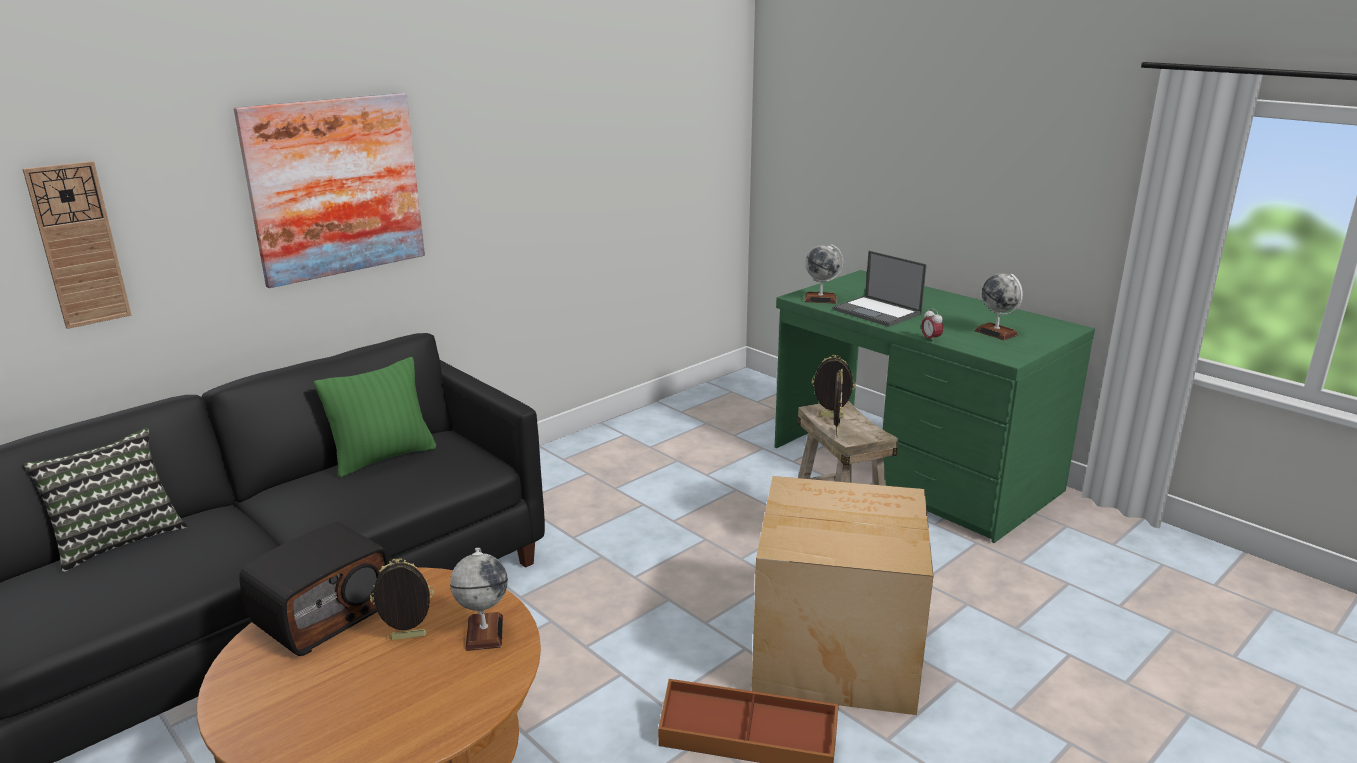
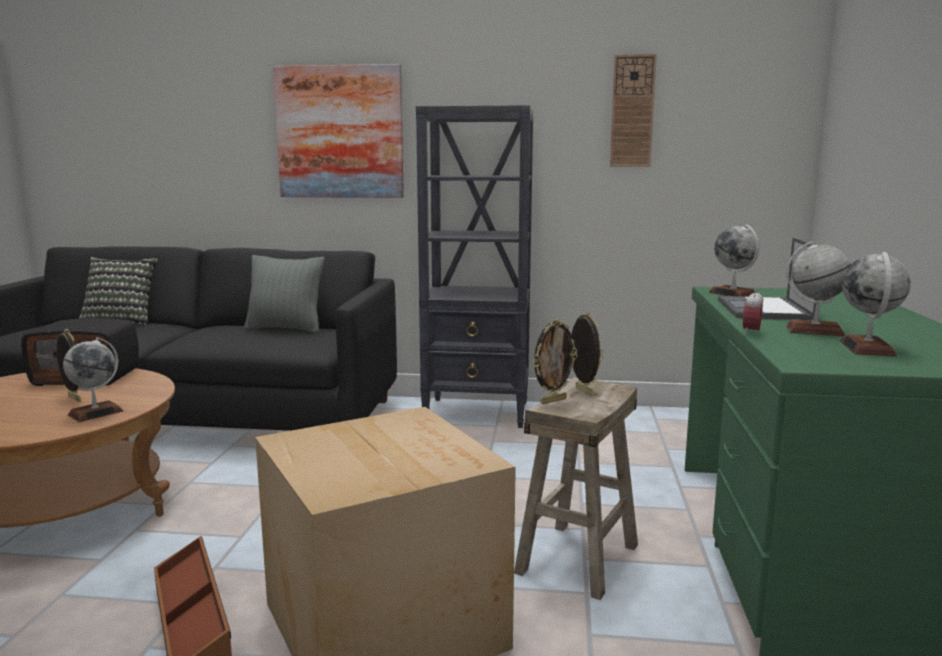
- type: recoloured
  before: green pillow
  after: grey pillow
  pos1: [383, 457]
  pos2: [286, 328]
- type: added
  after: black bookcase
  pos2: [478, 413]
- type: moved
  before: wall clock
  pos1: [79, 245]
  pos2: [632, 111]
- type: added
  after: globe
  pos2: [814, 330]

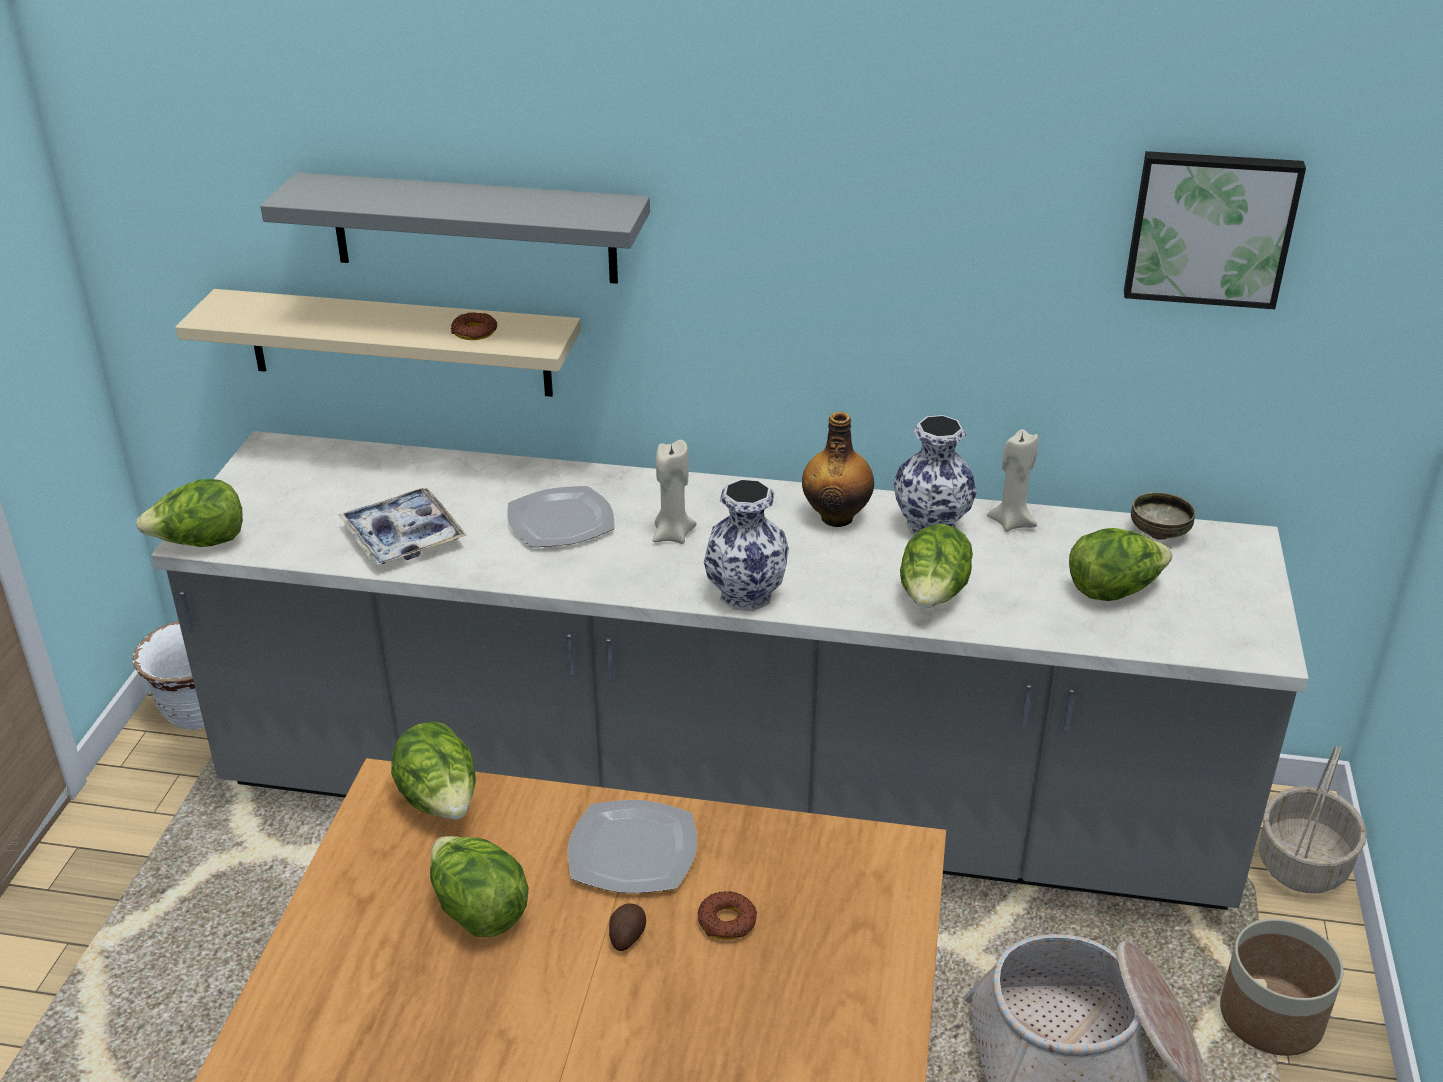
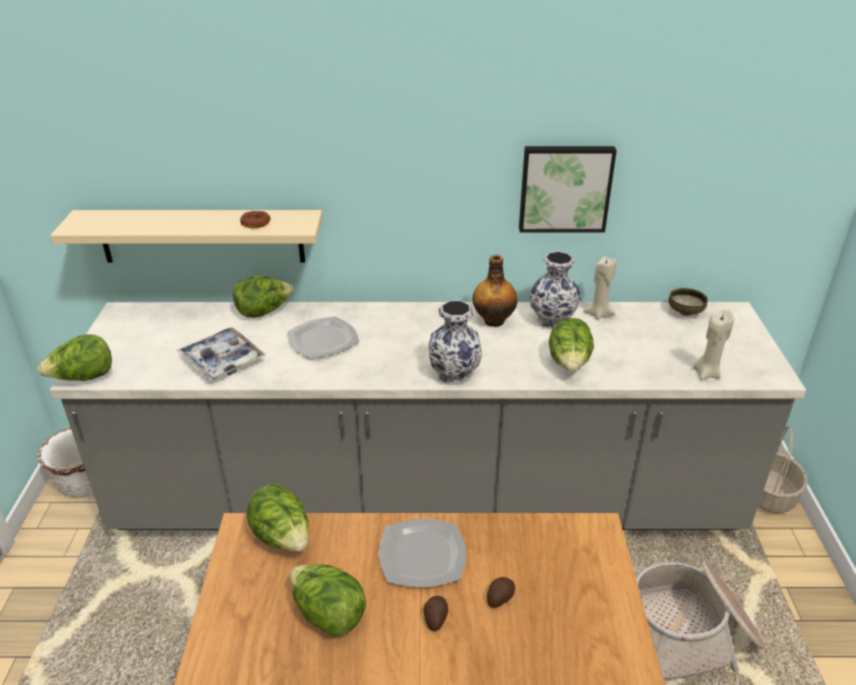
- type: moved
  before: lettuce
  pos1: [1113, 590]
  pos2: [263, 312]
- type: replaced
  before: donut
  after: potato
  pos1: [727, 921]
  pos2: [499, 597]
- type: moved
  before: picture
  pos1: [1210, 227]
  pos2: [565, 188]
- type: moved
  before: beige candle
  pos1: [672, 535]
  pos2: [707, 373]
- type: removed
  before: grey shelf
  pos1: [474, 228]
- type: removed
  before: planter
  pos1: [1272, 1016]

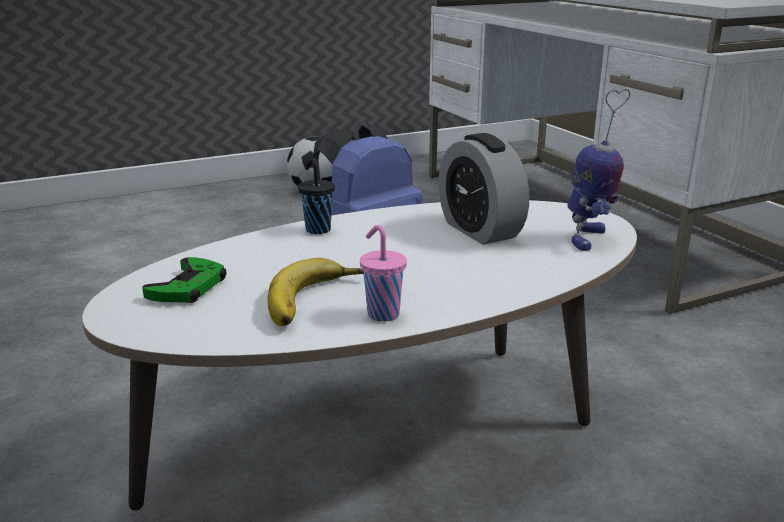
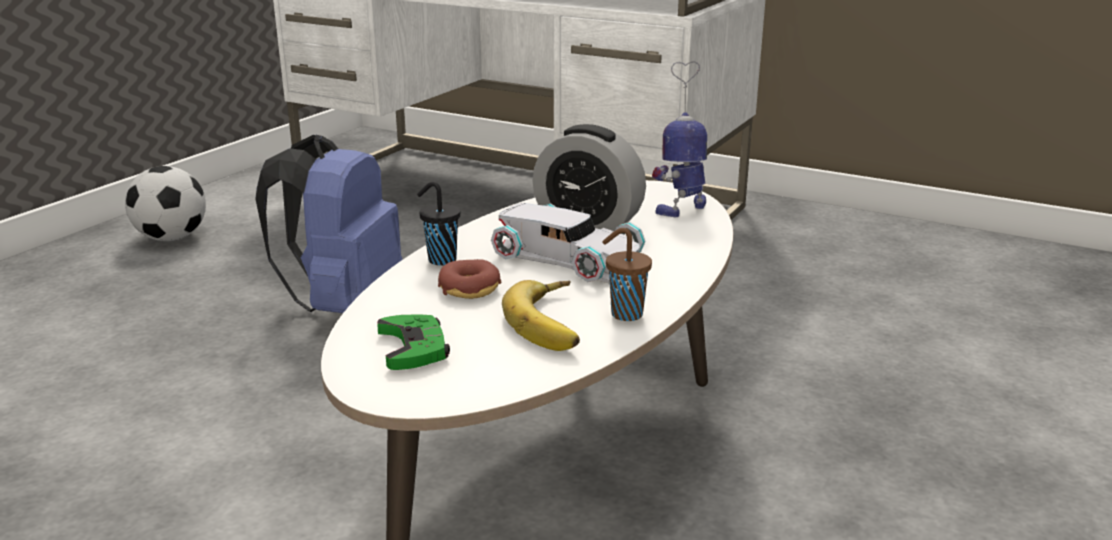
- type: added
  after: donut
  pos2: [469, 288]
- type: added
  after: white toy car
  pos2: [568, 257]
- type: recoloured
  before: pink cup
  after: brown cup
  pos1: [382, 313]
  pos2: [624, 314]
- type: turned
  before: toy robot
  pos1: [588, 239]
  pos2: [683, 208]
  turn: -120

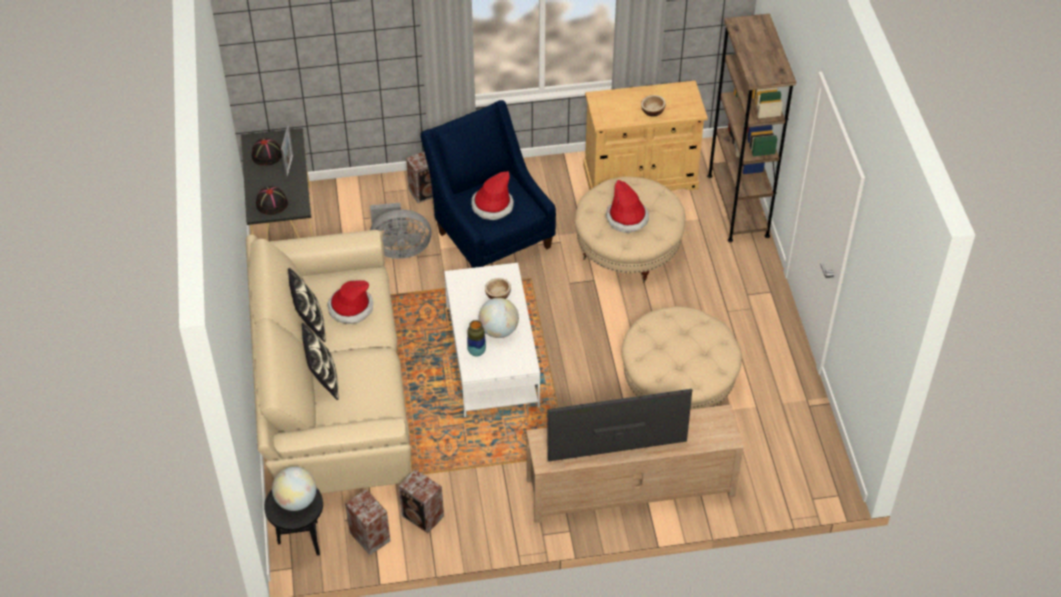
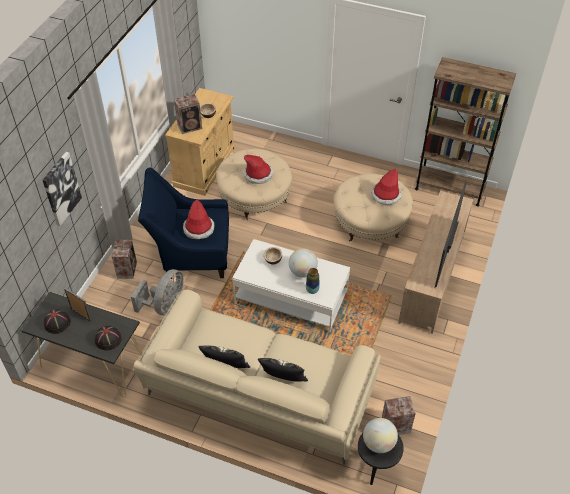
- type: added
  after: picture
  pos2: [61, 188]
- type: moved
  before: speaker
  pos1: [423, 517]
  pos2: [190, 126]
- type: moved
  before: hat
  pos1: [350, 308]
  pos2: [385, 195]
- type: moved
  before: brown bookcase
  pos1: [738, 205]
  pos2: [449, 188]

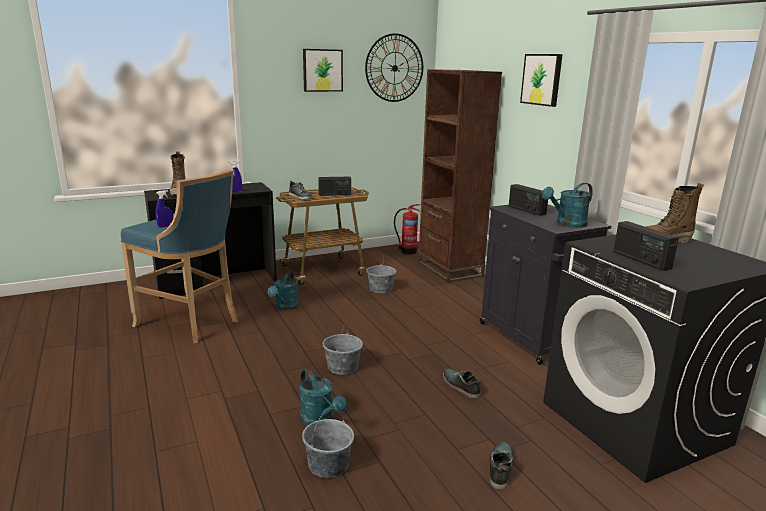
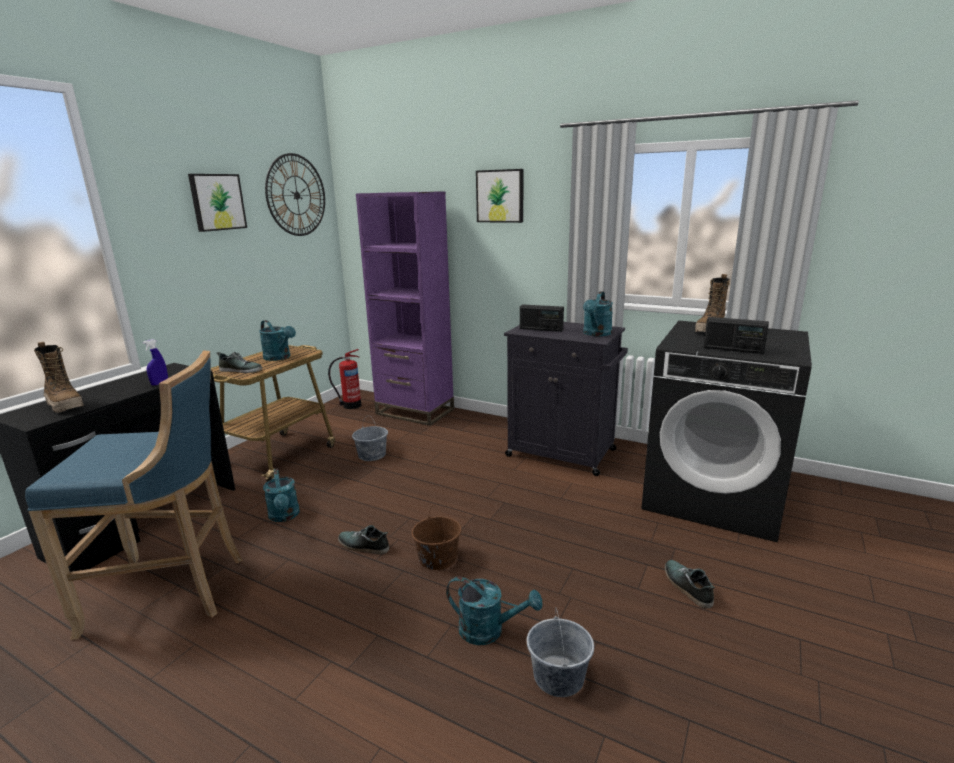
- type: replaced
  before: radio
  after: turquoise watering can
  pos1: [334, 194]
  pos2: [280, 358]
- type: moved
  before: shoe
  pos1: [460, 386]
  pos2: [363, 546]
- type: recoloured
  before: brown bookcase
  after: purple bookcase
  pos1: [449, 269]
  pos2: [415, 411]
- type: recoloured
  before: grey bucket
  after: brown bucket
  pos1: [342, 367]
  pos2: [438, 558]
- type: removed
  before: blue spray bottle
  pos1: [165, 226]

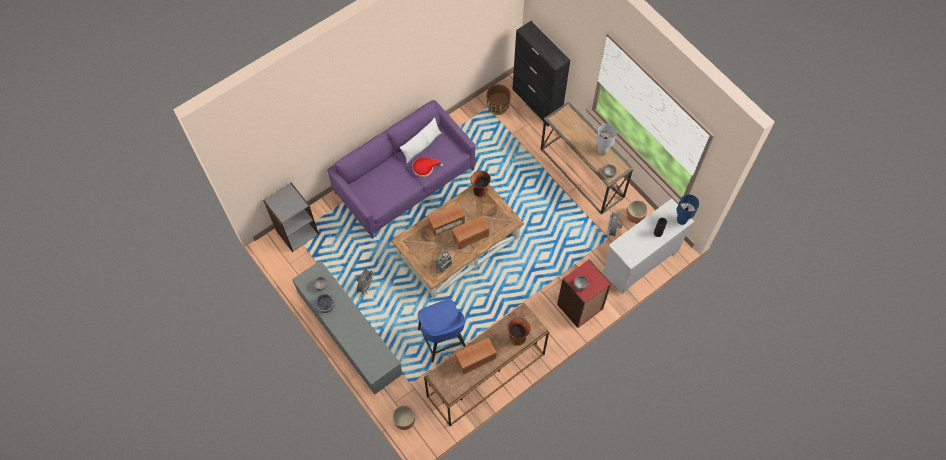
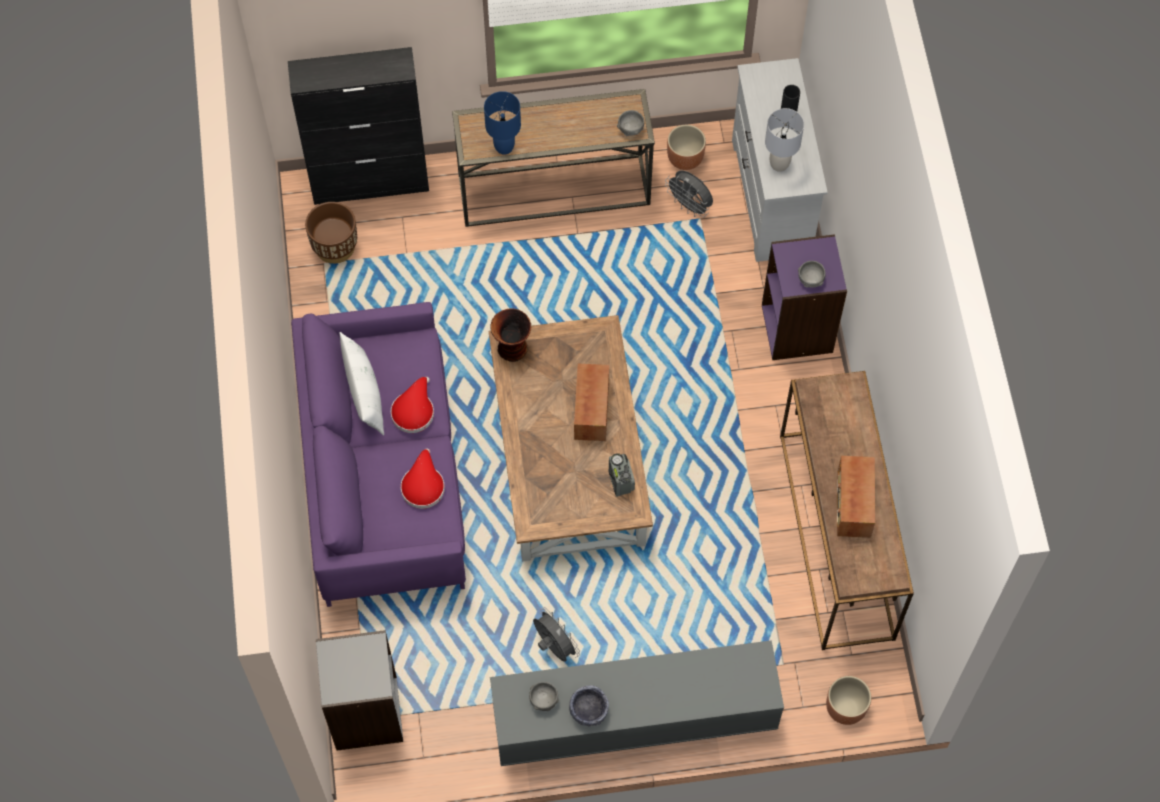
- type: added
  after: red hat
  pos2: [423, 485]
- type: moved
  before: blue table lamp
  pos1: [681, 220]
  pos2: [504, 147]
- type: recoloured
  before: red bookcase
  after: purple bookcase
  pos1: [580, 307]
  pos2: [798, 328]
- type: moved
  before: grey table lamp
  pos1: [602, 151]
  pos2: [779, 164]
- type: removed
  before: blue stool
  pos1: [443, 340]
- type: removed
  before: radio
  pos1: [446, 224]
- type: removed
  before: vase
  pos1: [517, 337]

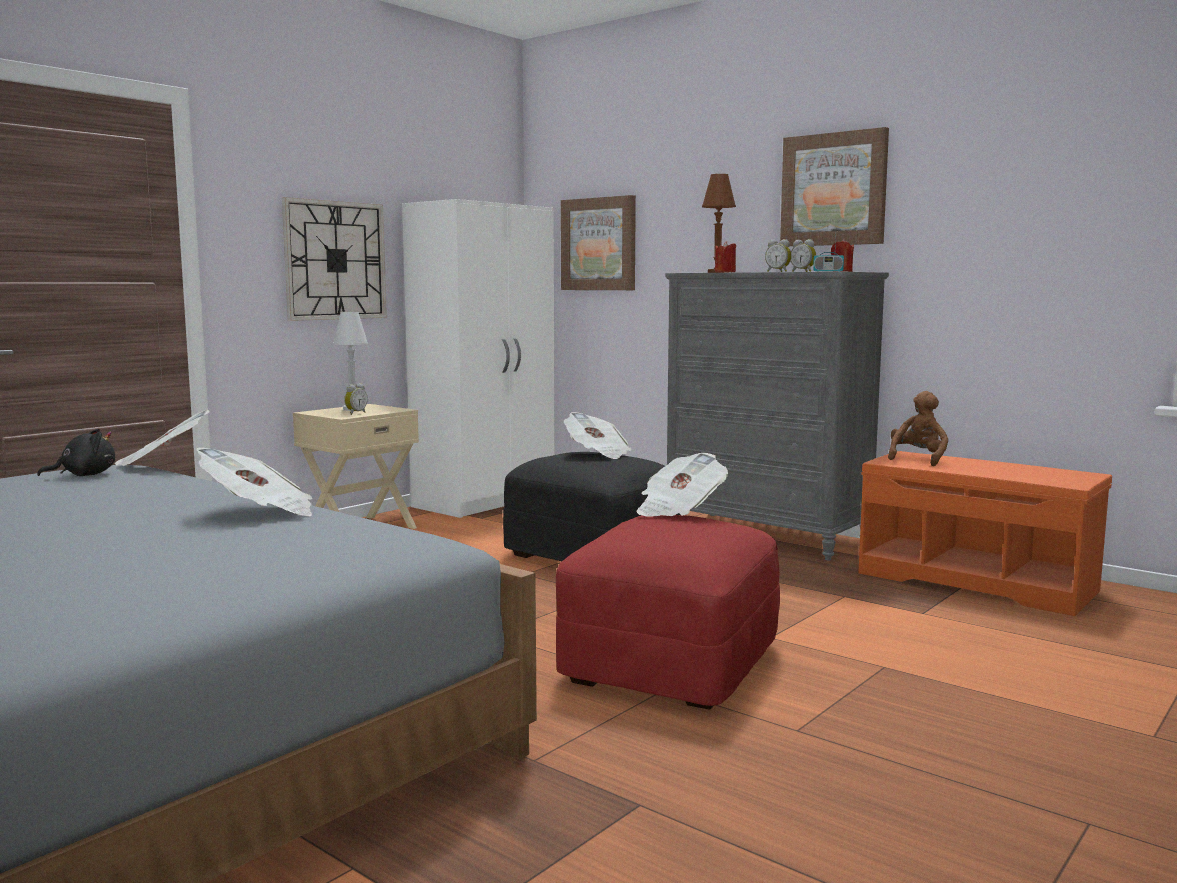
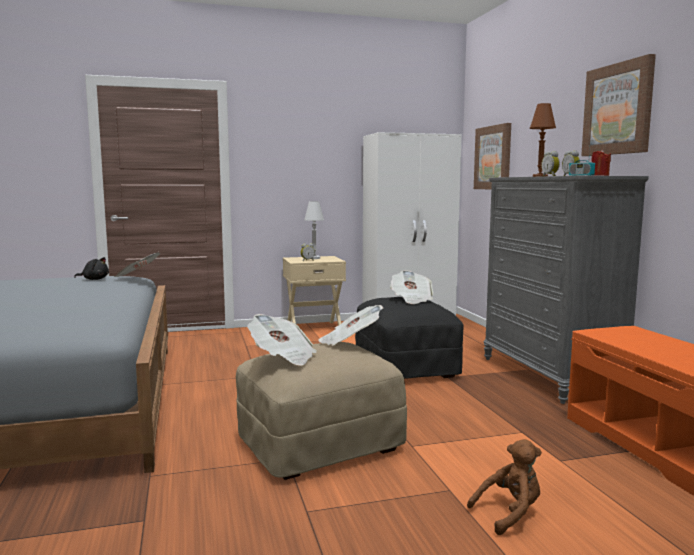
- type: recoloured
  before: red ottoman
  after: beige ottoman
  pos1: [670, 663]
  pos2: [319, 444]
- type: moved
  before: newspaper
  pos1: [260, 512]
  pos2: [283, 357]
- type: moved
  before: brown plush toy
  pos1: [918, 459]
  pos2: [509, 514]
- type: removed
  before: wall clock
  pos1: [335, 260]
- type: removed
  before: red candle
  pos1: [725, 272]

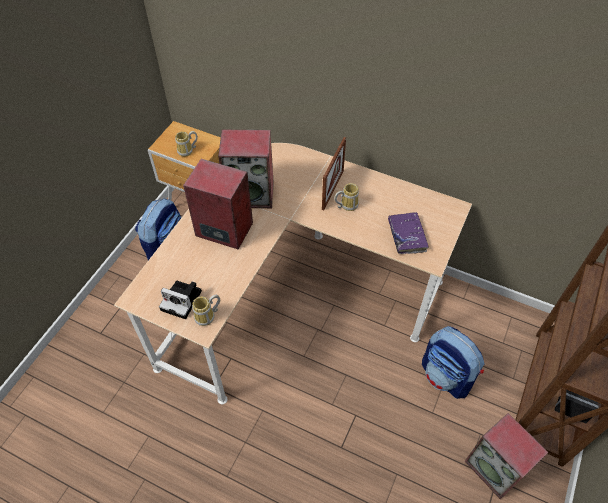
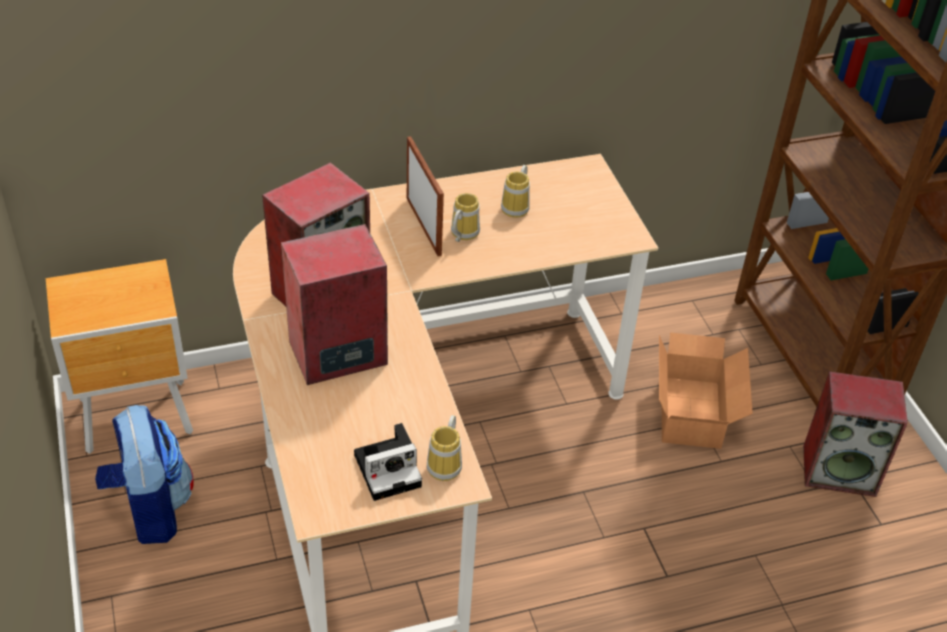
- type: moved
  before: mug
  pos1: [187, 151]
  pos2: [517, 207]
- type: replaced
  before: backpack
  after: cardboard box
  pos1: [447, 376]
  pos2: [694, 411]
- type: removed
  before: purple book
  pos1: [406, 236]

